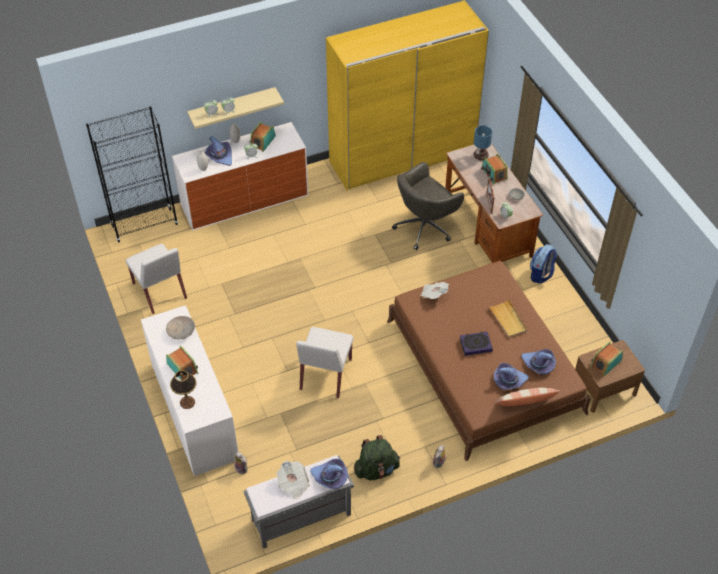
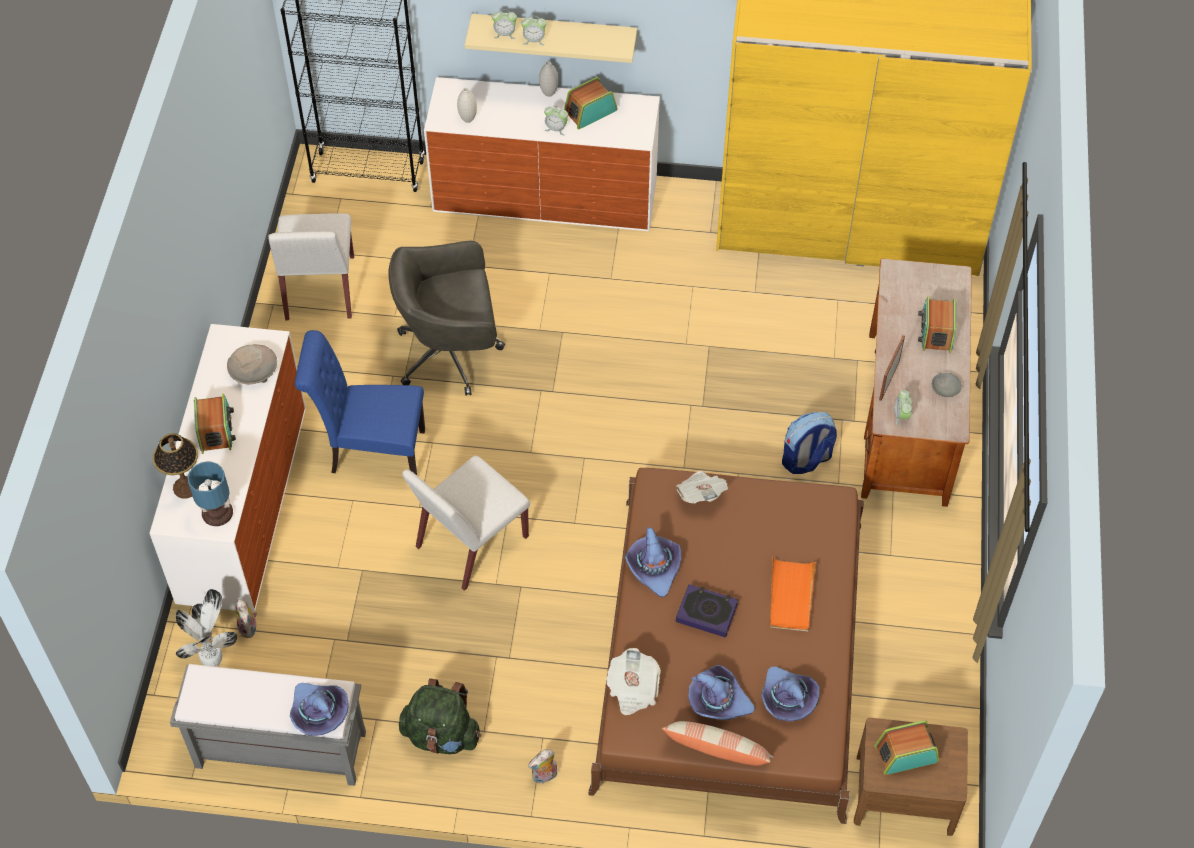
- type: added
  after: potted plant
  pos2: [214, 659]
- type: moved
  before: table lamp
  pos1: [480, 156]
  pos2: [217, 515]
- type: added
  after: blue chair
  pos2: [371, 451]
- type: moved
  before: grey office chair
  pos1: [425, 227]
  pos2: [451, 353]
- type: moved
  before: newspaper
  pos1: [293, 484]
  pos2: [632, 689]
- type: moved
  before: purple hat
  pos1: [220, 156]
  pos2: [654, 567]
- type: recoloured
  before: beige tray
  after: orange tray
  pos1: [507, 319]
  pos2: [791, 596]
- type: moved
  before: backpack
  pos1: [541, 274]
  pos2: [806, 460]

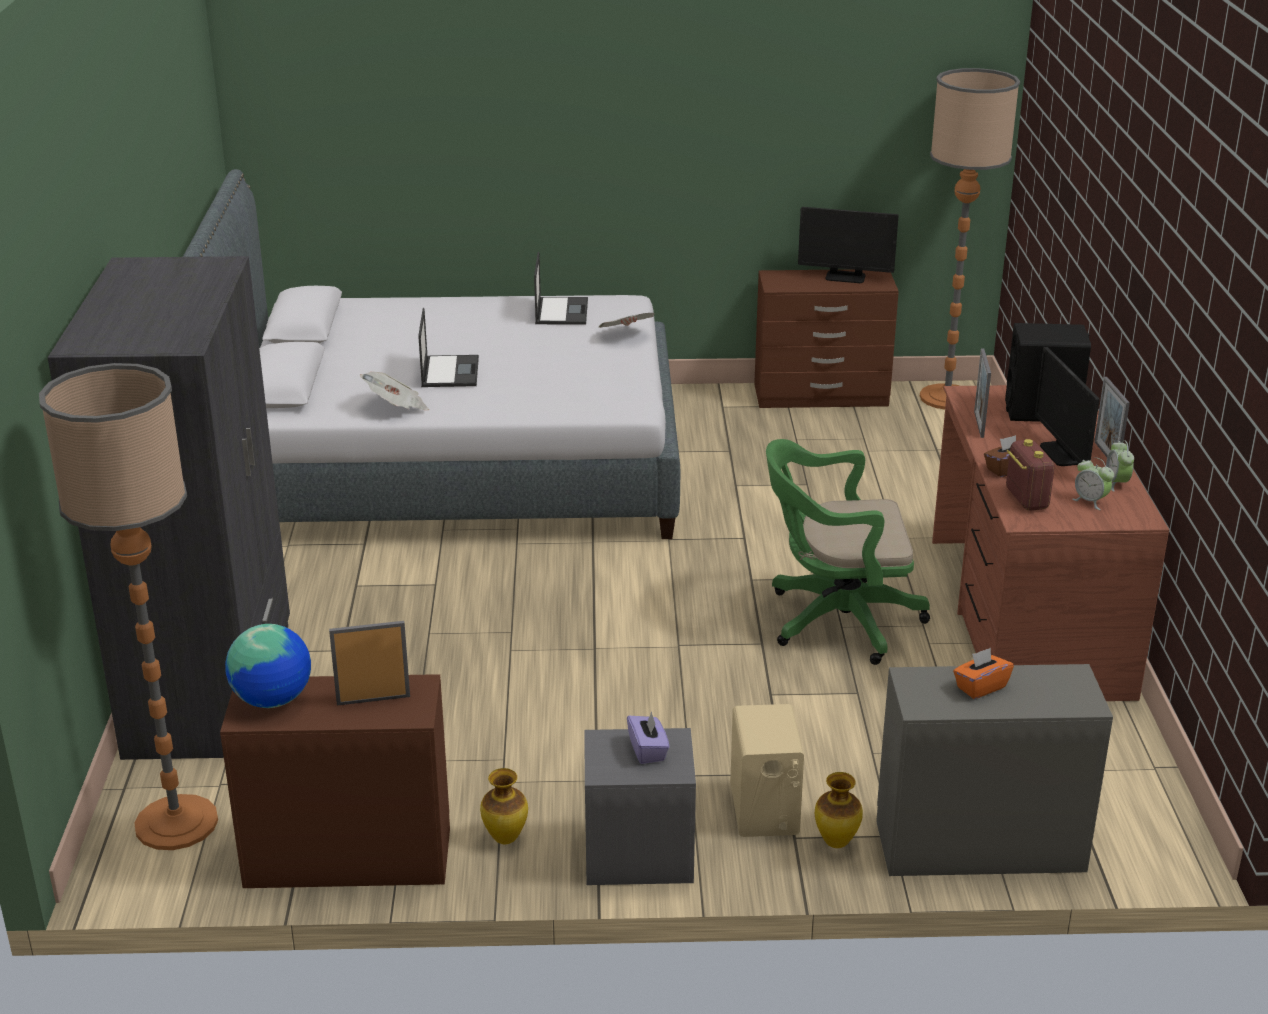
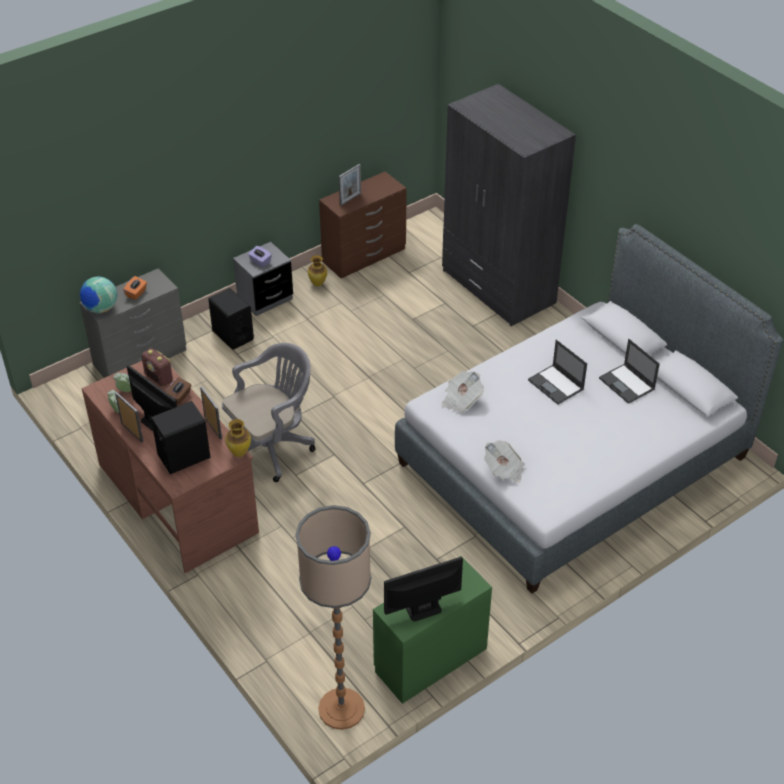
- type: moved
  before: globe
  pos1: [273, 700]
  pos2: [101, 308]
- type: recoloured
  before: beige speaker
  after: black speaker
  pos1: [764, 810]
  pos2: [232, 335]
- type: recoloured
  before: green office chair
  after: grey office chair
  pos1: [835, 621]
  pos2: [272, 446]
- type: moved
  before: vase
  pos1: [836, 843]
  pos2: [239, 453]
- type: recoloured
  before: brown dresser
  after: green dresser
  pos1: [821, 396]
  pos2: [429, 659]
- type: moved
  before: newspaper
  pos1: [396, 407]
  pos2: [461, 399]
- type: moved
  before: laptop
  pos1: [561, 311]
  pos2: [627, 384]
- type: removed
  before: floor lamp
  pos1: [176, 823]

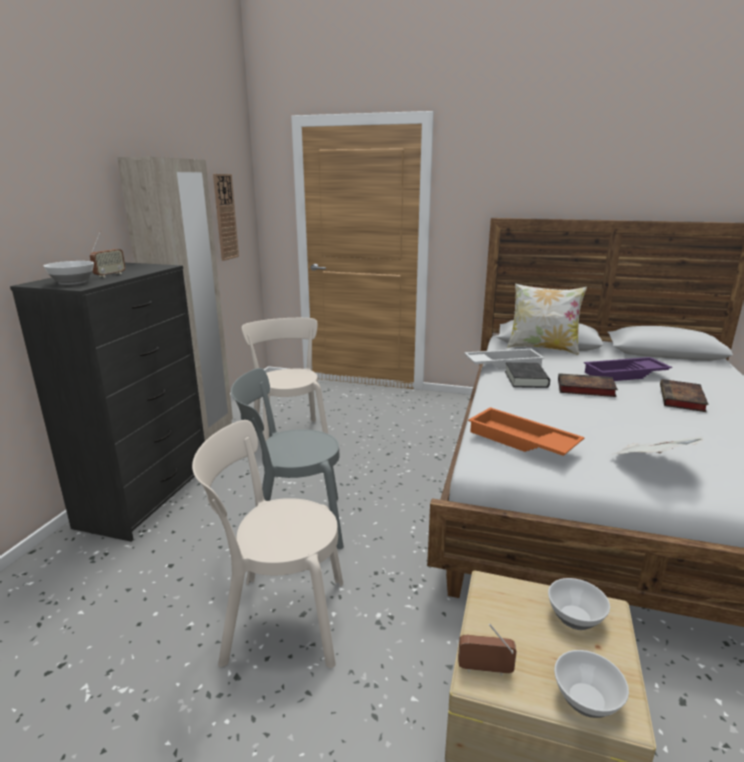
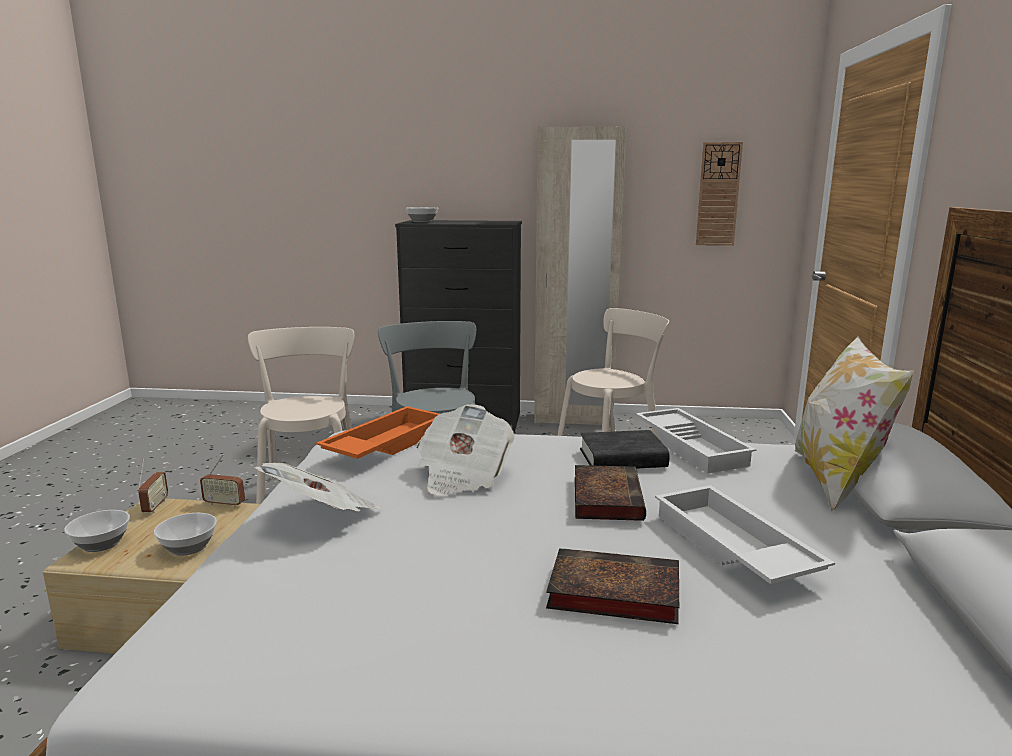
- type: moved
  before: radio
  pos1: [110, 275]
  pos2: [224, 504]
- type: added
  after: newspaper
  pos2: [462, 475]
- type: recoloured
  before: purple tray
  after: white tray
  pos1: [625, 374]
  pos2: [730, 547]

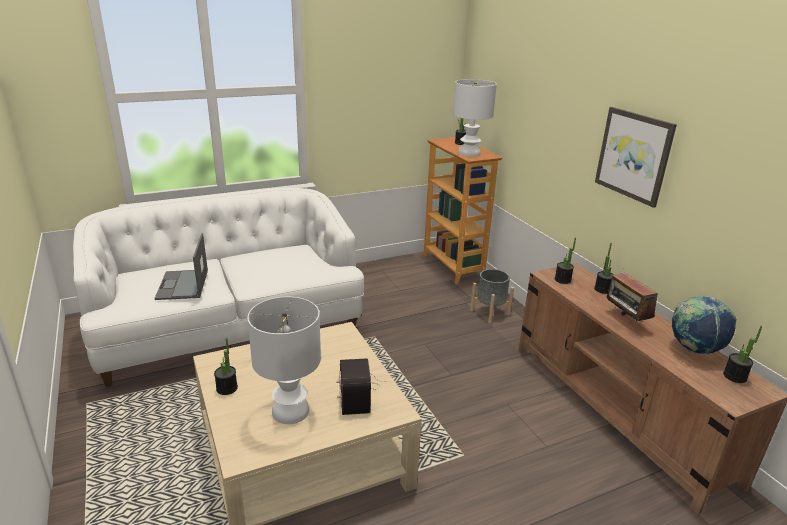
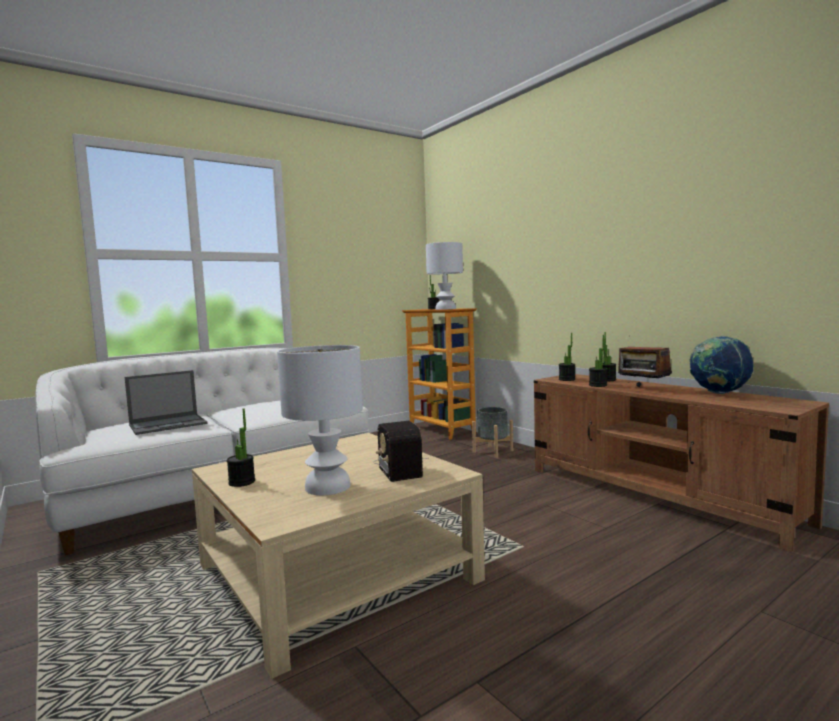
- type: turned
  before: laptop
  pos1: [183, 285]
  pos2: [169, 424]
  turn: -105
- type: moved
  before: potted plant
  pos1: [734, 376]
  pos2: [598, 385]
- type: removed
  before: picture
  pos1: [634, 155]

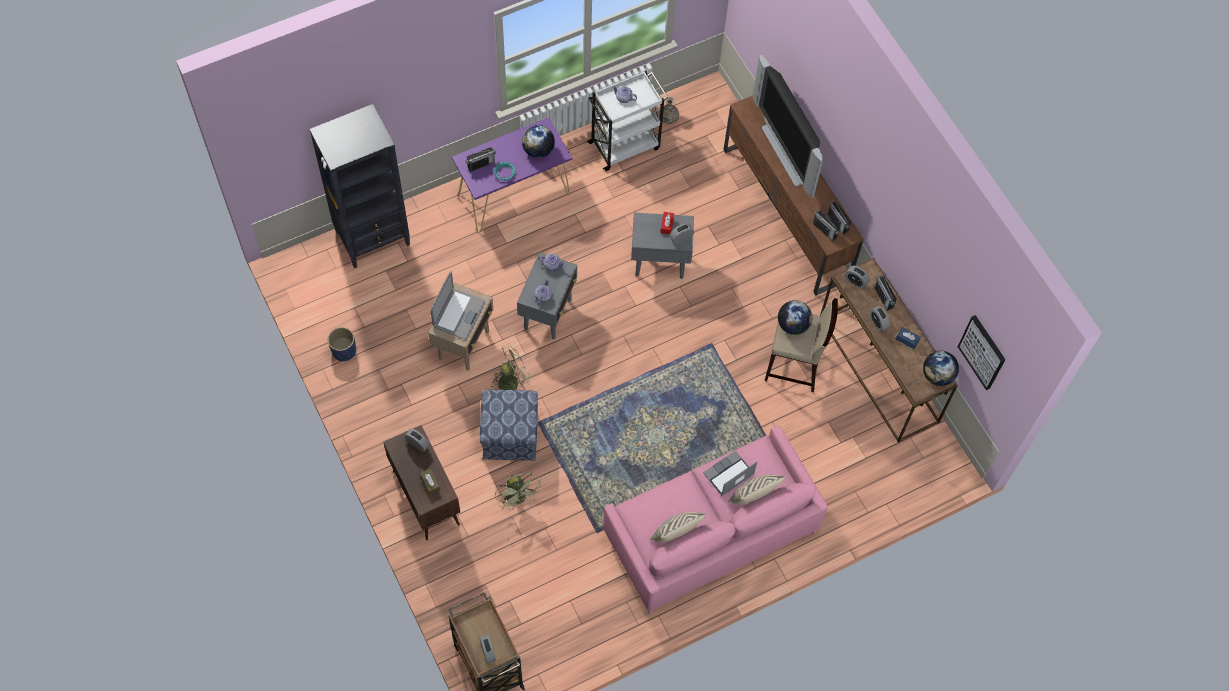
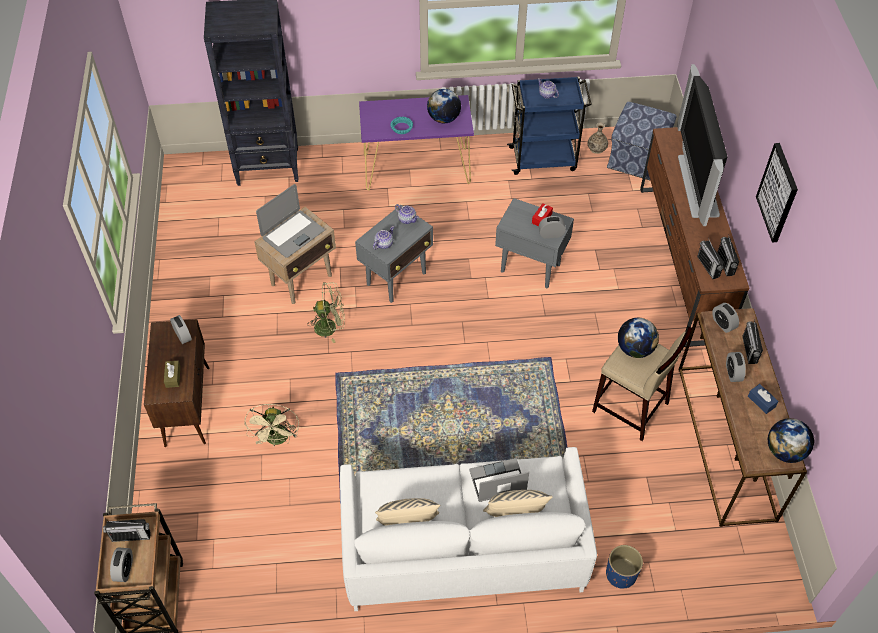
- type: moved
  before: radio
  pos1: [481, 164]
  pos2: [131, 536]
- type: recoloured
  before: green fan
  after: beige fan
  pos1: [518, 499]
  pos2: [277, 440]
- type: recoloured
  before: pink sofa
  after: white sofa
  pos1: [710, 532]
  pos2: [463, 547]
- type: recoloured
  before: white cart
  after: blue cart
  pos1: [625, 145]
  pos2: [544, 158]
- type: moved
  before: blue planter
  pos1: [344, 351]
  pos2: [621, 574]
- type: moved
  before: ottoman
  pos1: [510, 435]
  pos2: [637, 158]
- type: moved
  before: picture
  pos1: [982, 352]
  pos2: [778, 193]

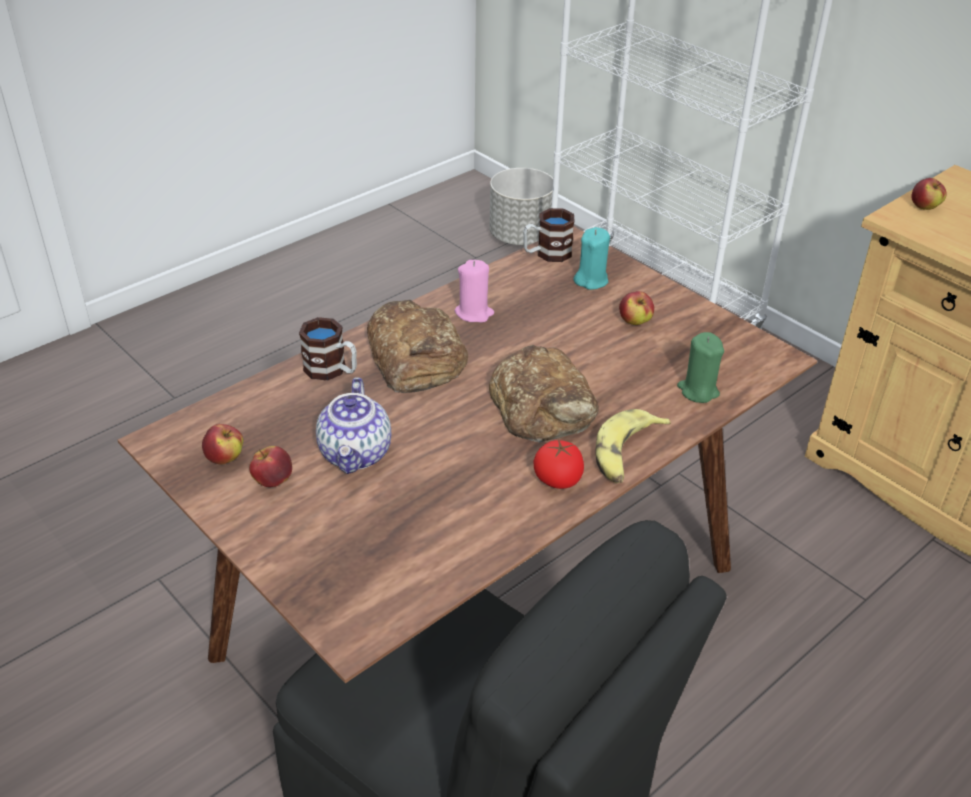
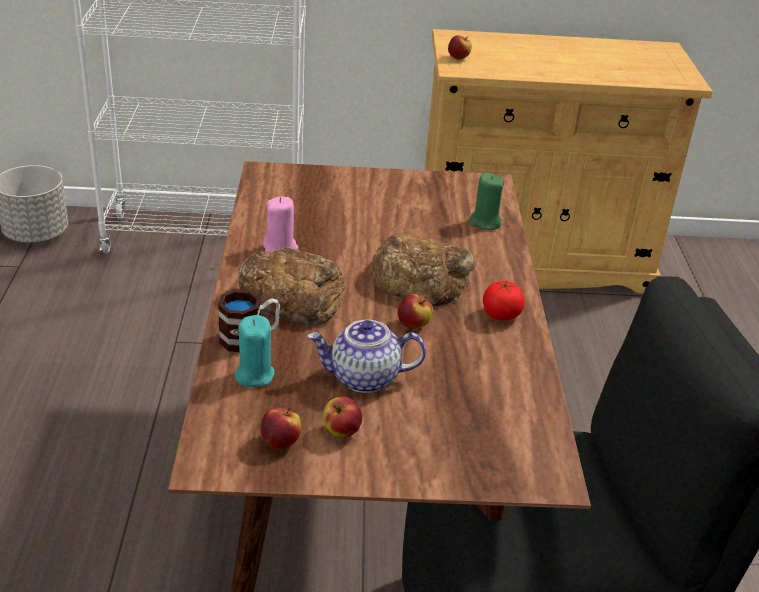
- type: moved
  before: turquoise candle
  pos1: [591, 280]
  pos2: [254, 375]
- type: turned
  before: teapot
  pos1: [356, 454]
  pos2: [364, 378]
  turn: 135
- type: moved
  before: apple
  pos1: [634, 322]
  pos2: [413, 325]
- type: removed
  before: mug
  pos1: [547, 254]
- type: removed
  before: banana
  pos1: [626, 454]

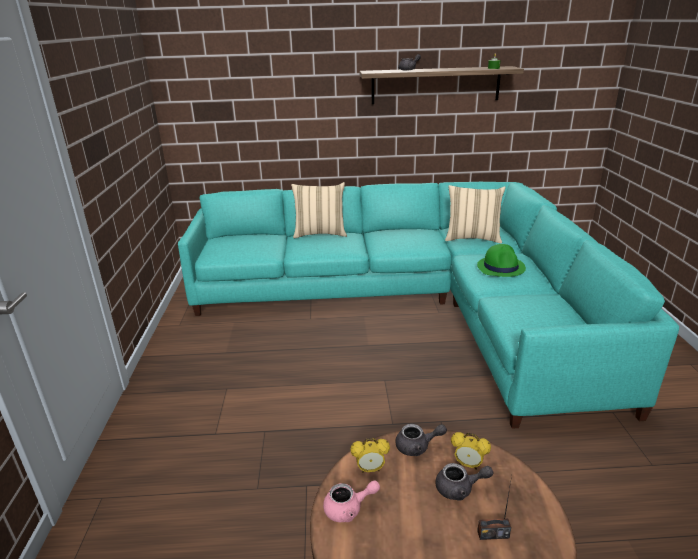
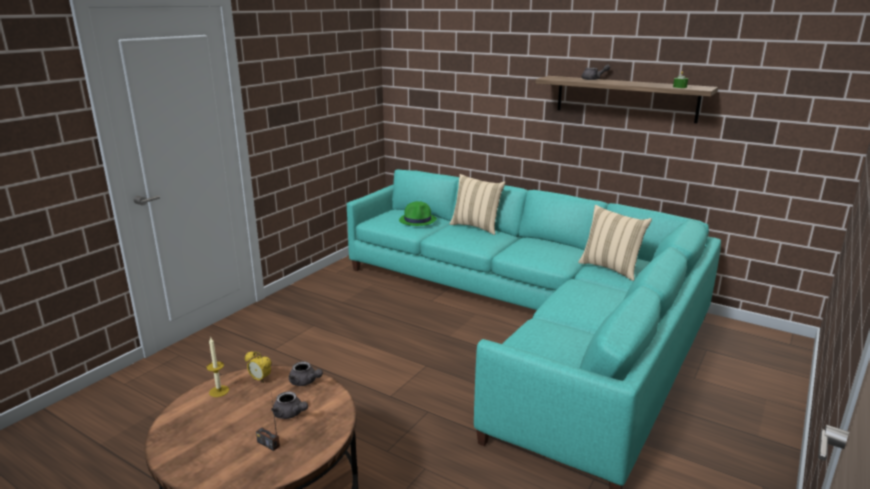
- type: replaced
  before: pink teapot
  after: candle
  pos1: [348, 509]
  pos2: [219, 391]
- type: moved
  before: green hat
  pos1: [501, 267]
  pos2: [418, 220]
- type: removed
  before: alarm clock
  pos1: [468, 465]

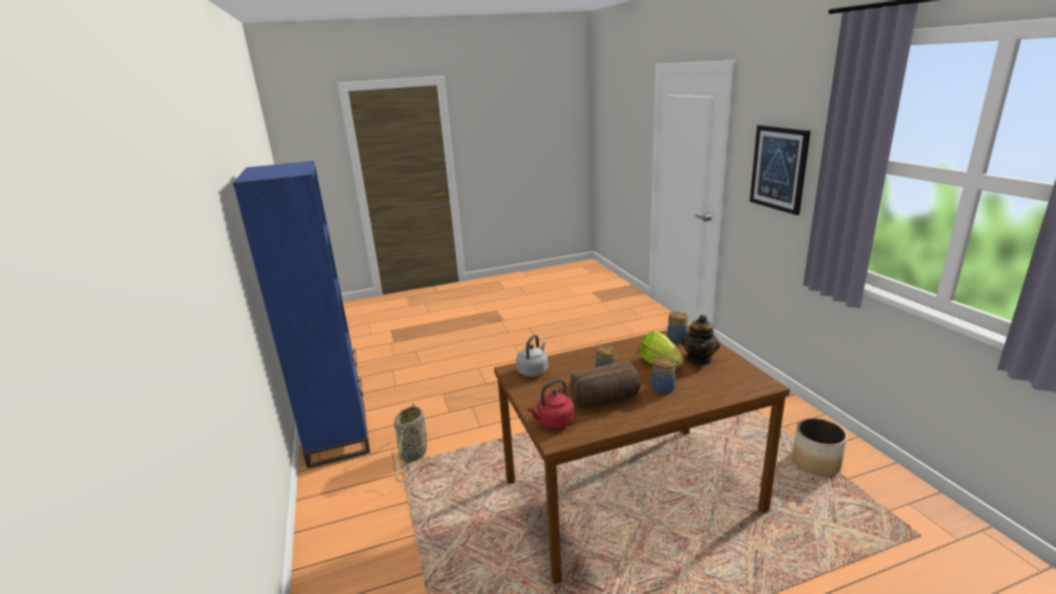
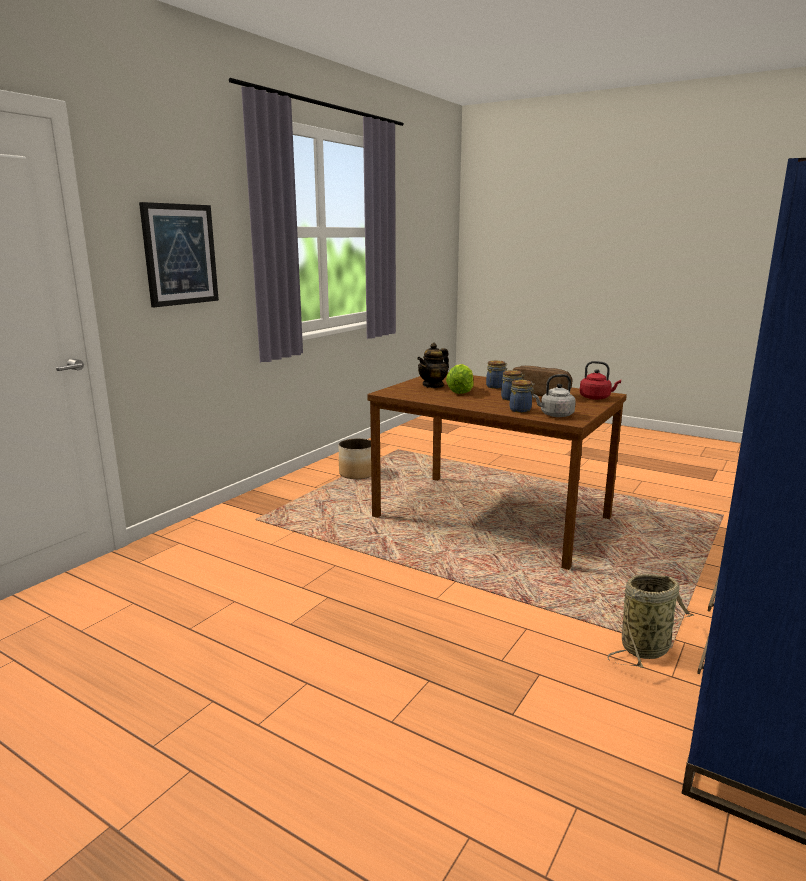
- type: turned
  before: teapot
  pos1: [699, 359]
  pos2: [433, 385]
  turn: 150
- type: moved
  before: jar
  pos1: [676, 339]
  pos2: [521, 410]

